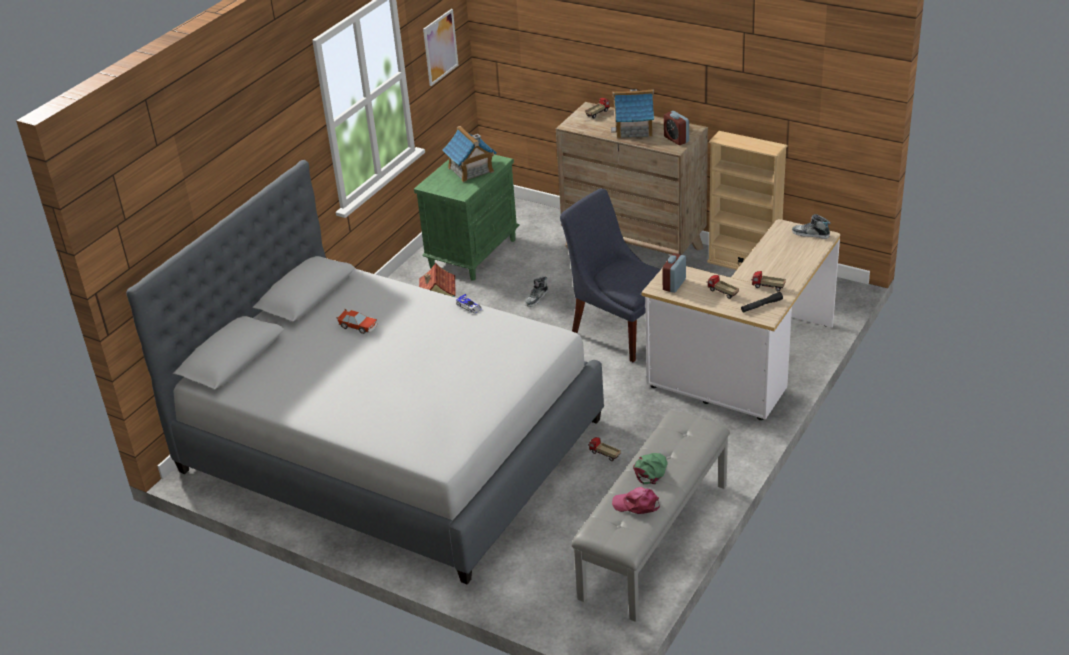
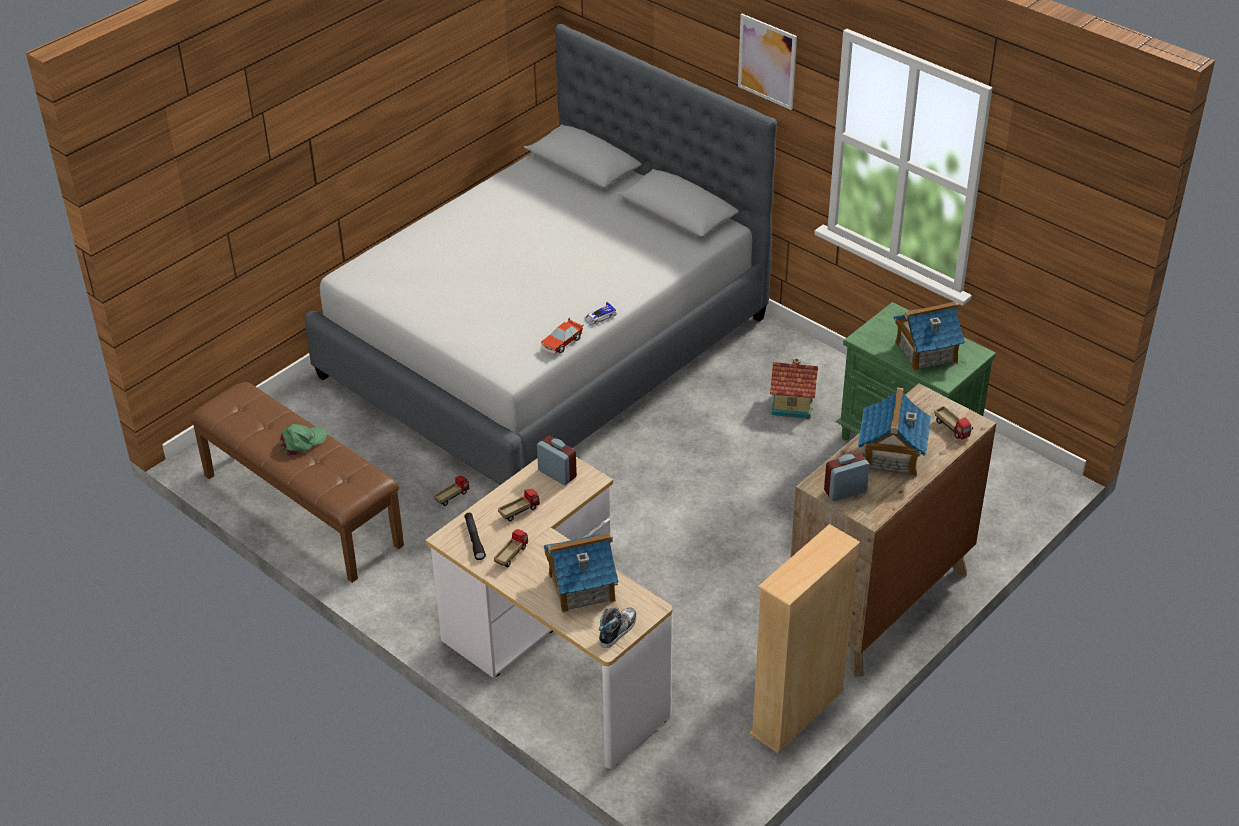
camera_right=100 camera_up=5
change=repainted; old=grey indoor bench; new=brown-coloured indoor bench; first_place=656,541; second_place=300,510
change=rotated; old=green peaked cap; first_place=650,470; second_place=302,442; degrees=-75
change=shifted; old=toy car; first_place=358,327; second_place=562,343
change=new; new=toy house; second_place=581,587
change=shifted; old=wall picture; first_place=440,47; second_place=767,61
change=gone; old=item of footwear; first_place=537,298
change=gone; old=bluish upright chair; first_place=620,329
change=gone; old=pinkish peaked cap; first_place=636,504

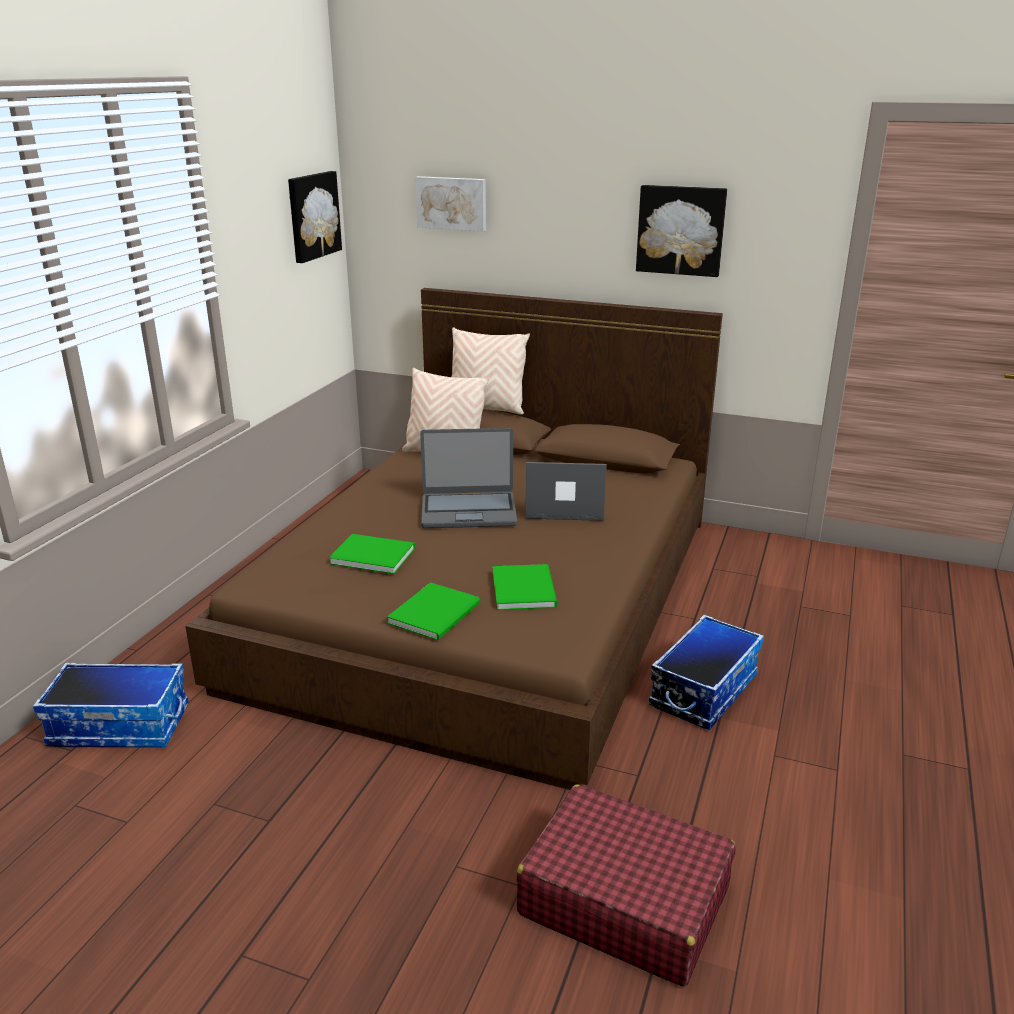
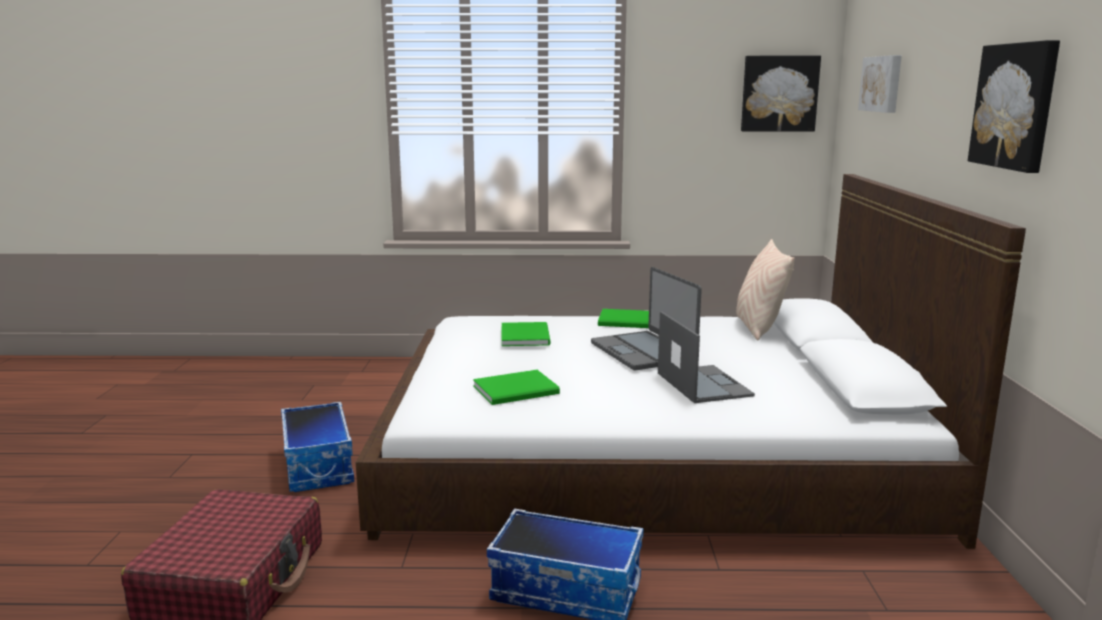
camera_right=70 camera_up=-10
change=shifted; old=storage container; first_place=121,725; second_place=319,466
change=repainted; old=brown-coloured sleeping bed; new=white sleeping bed; first_place=489,596; second_place=647,450
change=shifted; old=green volume; first_place=437,613; second_place=629,321
change=gone; old=beige-coloured cushion; first_place=486,409

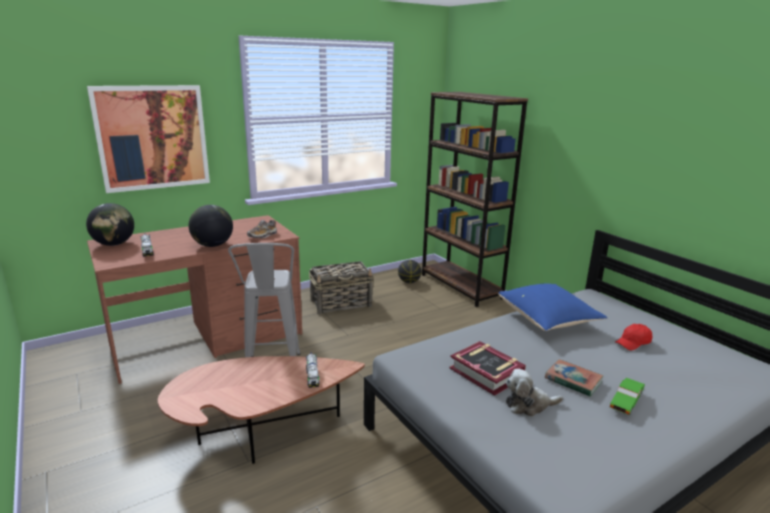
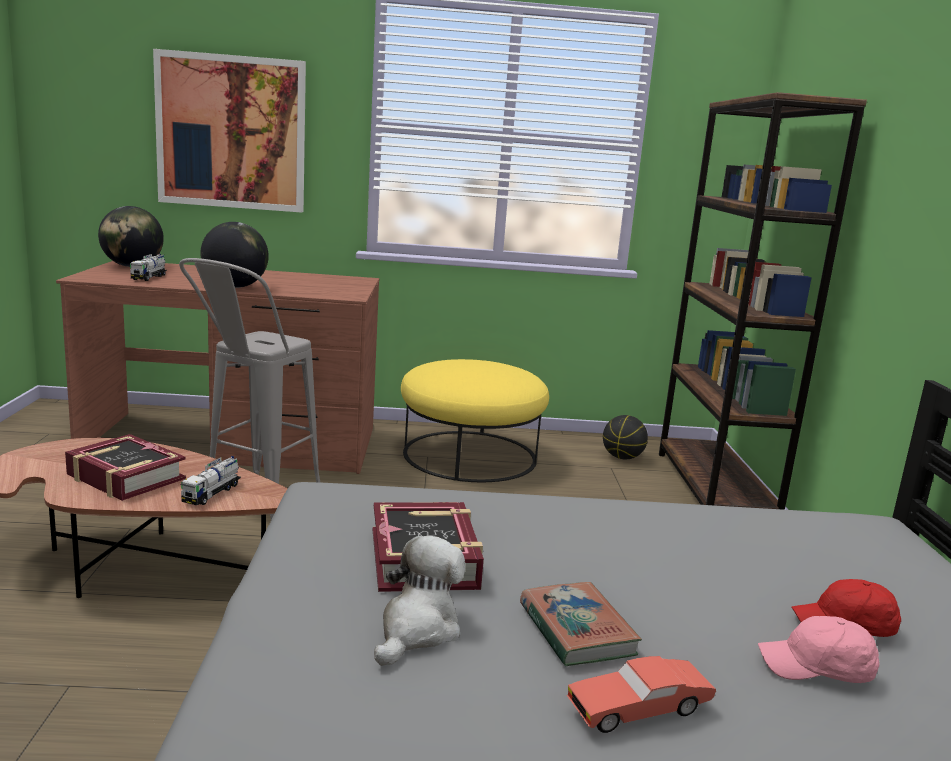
camera_right=30 camera_up=-5
change=new; new=volume; second_place=125,477
change=rotated; old=soft toy; first_place=528,405; second_place=417,630; degrees=90
change=swapped; old=basket; new=yellow-coloured footrest; first_place=341,303; second_place=470,455
change=repainted; old=green toy car; new=red toy car; first_place=626,401; second_place=639,709
change=new; new=pinkish peaked cap; second_place=817,668
change=gone; old=item of footwear; first_place=262,235
change=gone; old=bluish cushion; first_place=548,320

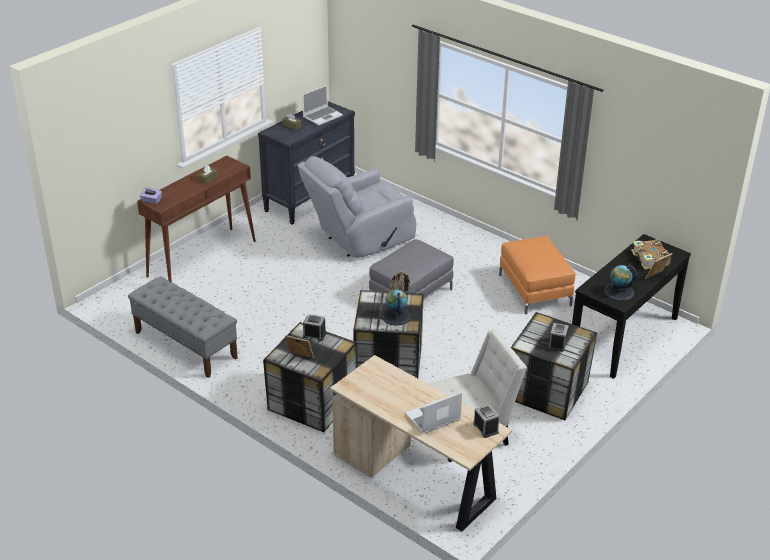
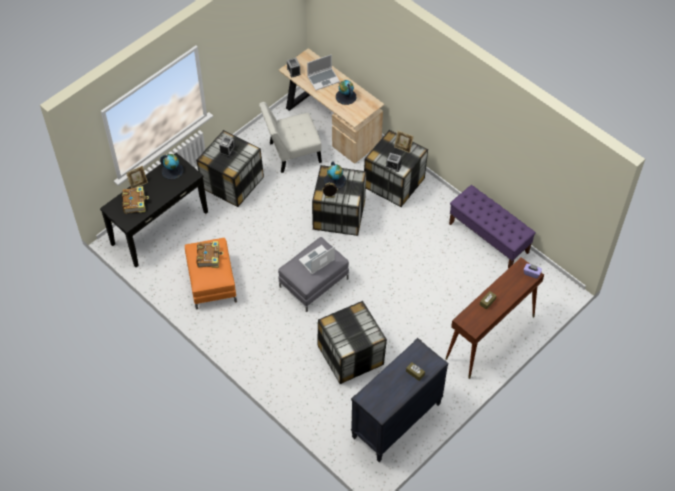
camera_right=-175 camera_up=20
change=new; new=volume; second_place=209,257
change=shifted; old=portable computer; first_place=322,116; second_place=316,261
change=swapped; old=grey armchair; new=storage container; first_place=359,240; second_place=351,355
change=new; new=desk globe; second_place=345,97
change=repainted; old=grey indoor bench; new=purple indoor bench; first_place=185,345; second_place=489,238

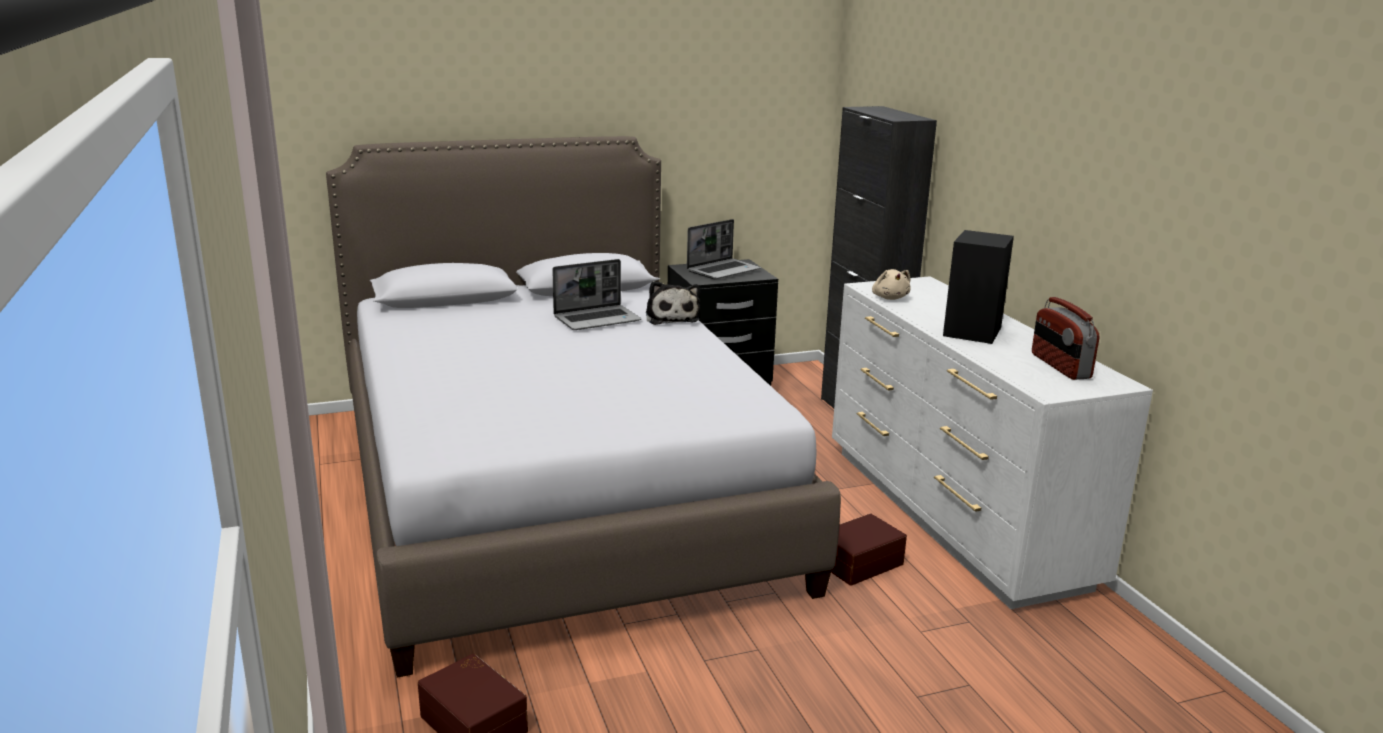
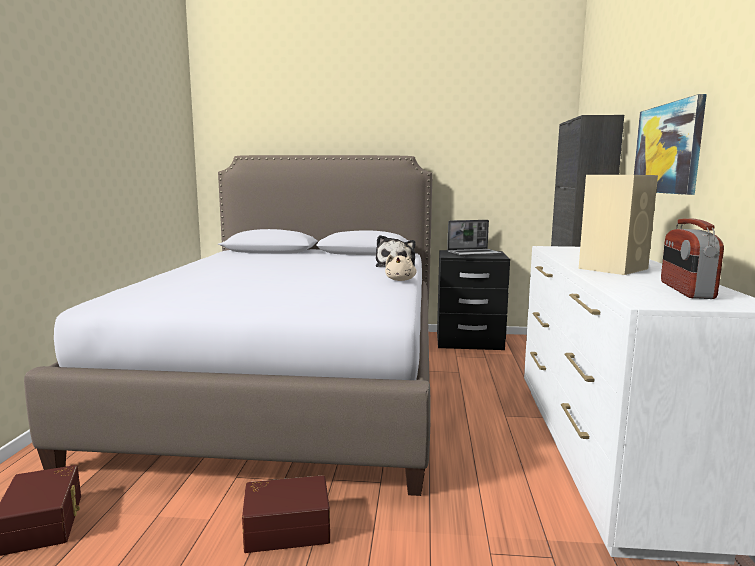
camera_right=25 camera_up=-10
change=shifted; old=brown-coloured storage container; first_place=858,562; second_place=287,527
change=shifted; old=beige-coloured soft toy; first_place=889,298; second_place=400,280
change=repainted; old=blackish loudspeaker; new=beige-coloured loudspeaker; first_place=972,331; second_place=614,268
change=new; new=wall picture; second_place=668,149
change=gone; old=portable computer; first_place=597,319

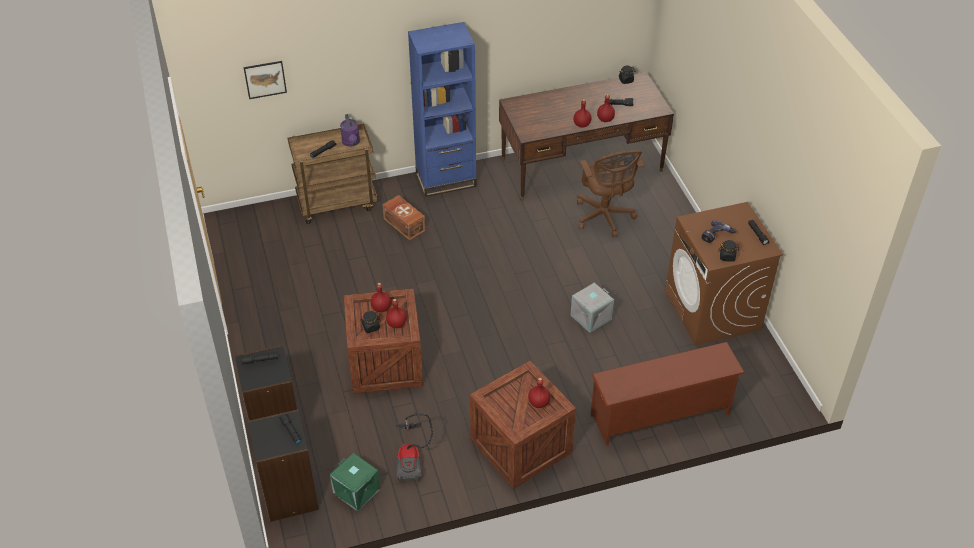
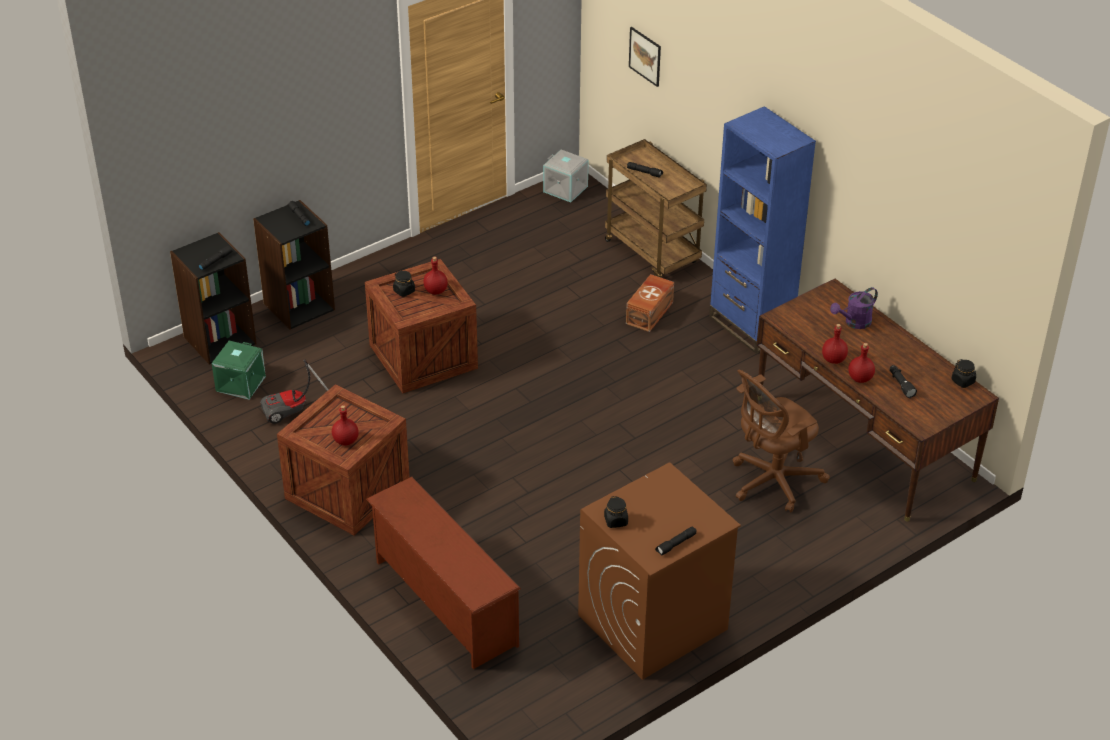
camera_right=70 camera_up=-5
change=shifted; old=grey storage container; first_place=590,316; second_place=566,189
change=shifted; old=purple watering can; first_place=351,143; second_place=854,323
change=gone; old=red bottle; first_place=396,324
change=gone; old=power drill; first_place=717,236

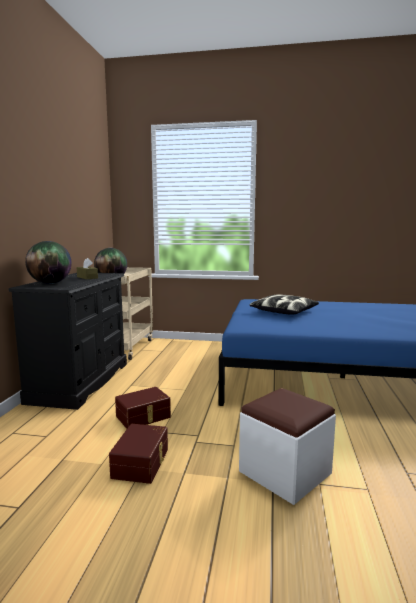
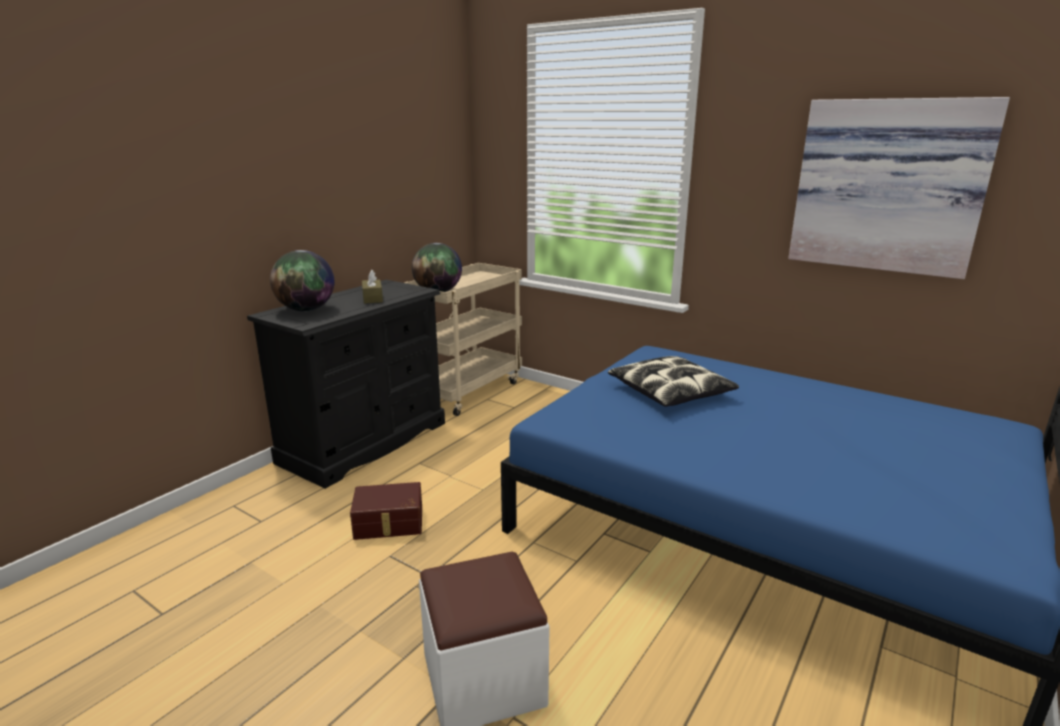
camera_right=25 camera_up=10
change=new; new=wall picture; second_place=888,186
change=gone; old=brown-coloured storage container; first_place=142,463

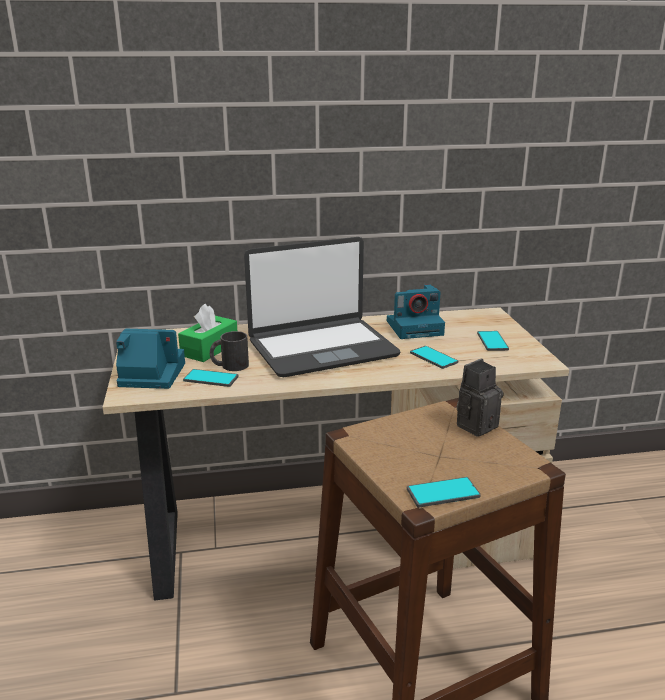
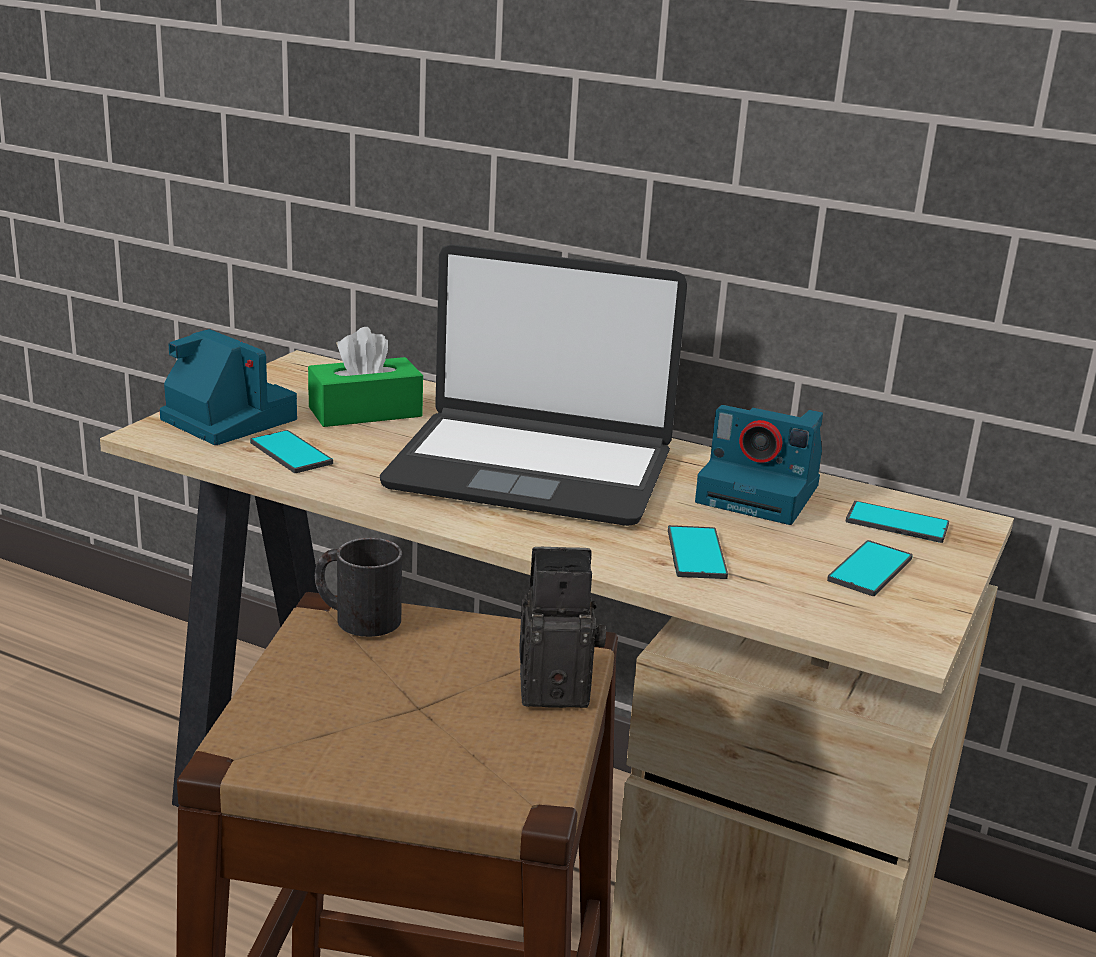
camera_right=35 camera_up=0
change=shifted; old=blackish tea mug; first_place=229,366; second_place=356,617
change=shifted; old=telephone; first_place=443,493; second_place=896,523

